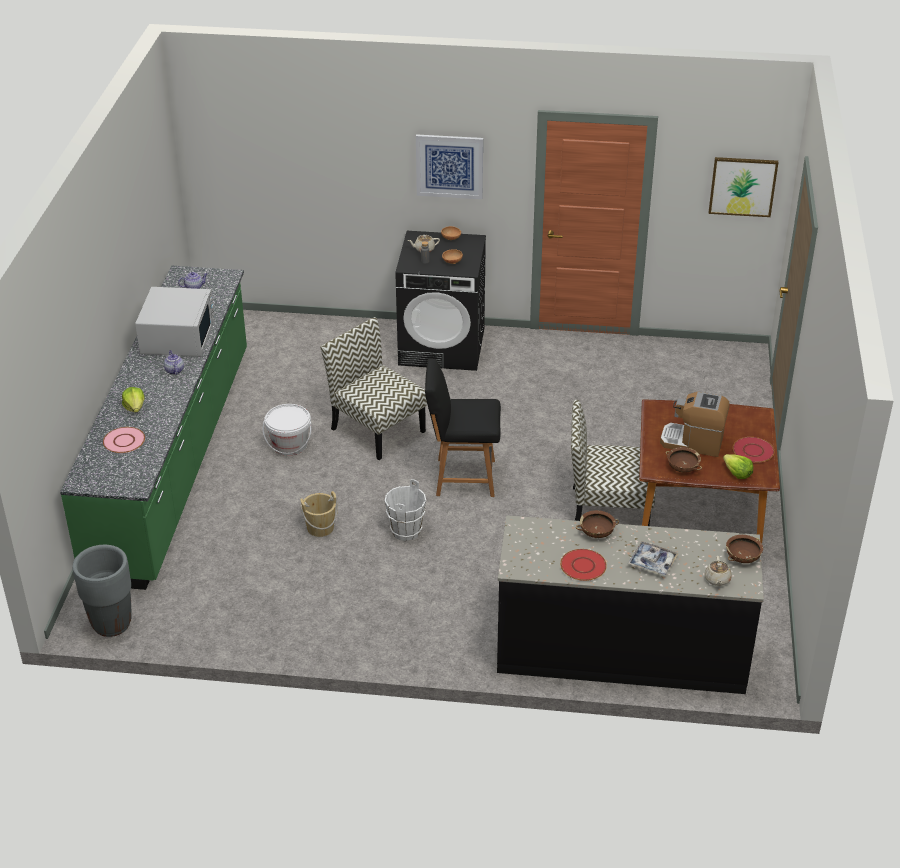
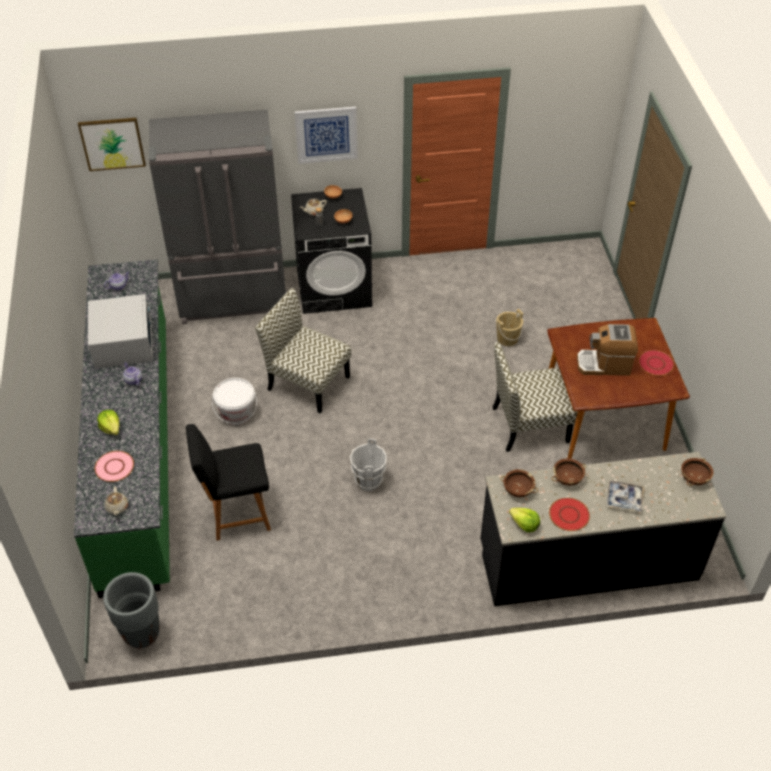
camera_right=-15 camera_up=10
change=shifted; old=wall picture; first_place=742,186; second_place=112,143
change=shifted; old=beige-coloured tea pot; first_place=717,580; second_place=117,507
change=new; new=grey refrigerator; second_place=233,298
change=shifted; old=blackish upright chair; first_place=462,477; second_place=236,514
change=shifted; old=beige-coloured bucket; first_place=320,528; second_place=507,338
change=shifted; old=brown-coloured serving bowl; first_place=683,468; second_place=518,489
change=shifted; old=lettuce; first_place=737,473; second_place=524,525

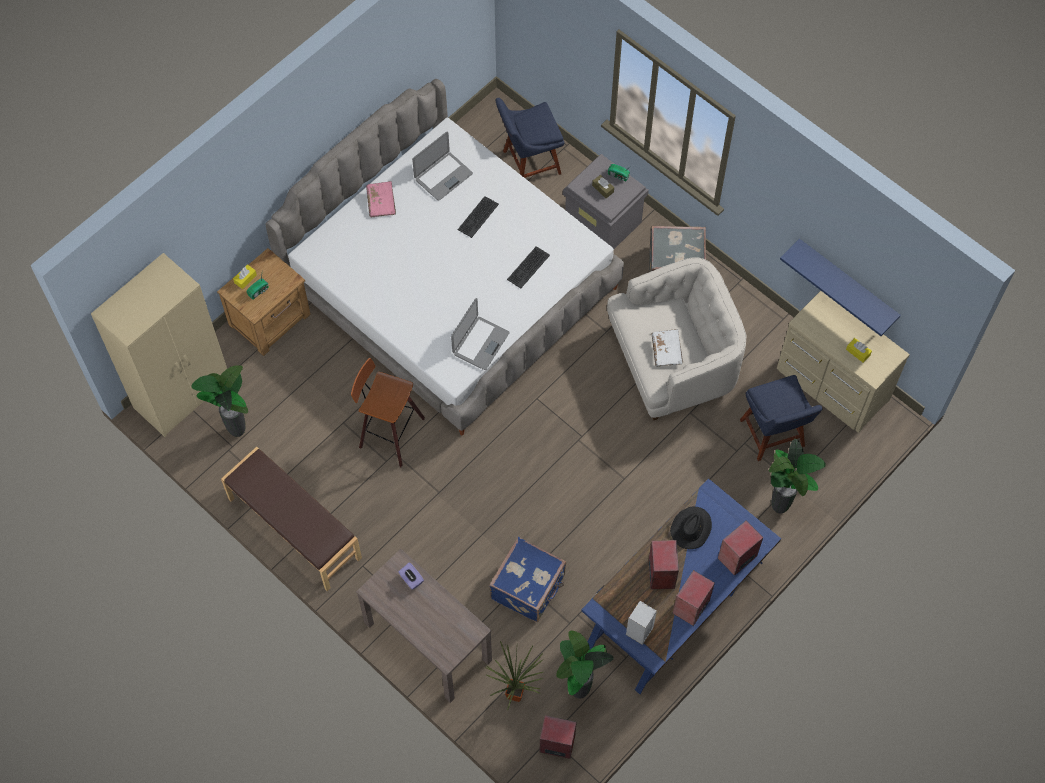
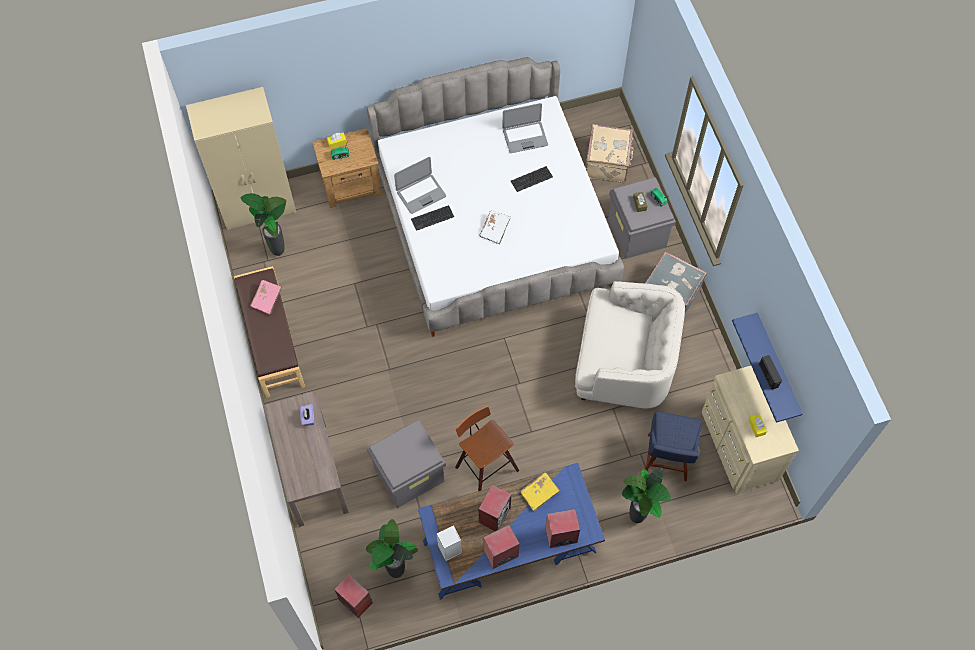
camera_right=30 camera_up=0
change=shifted; old=pinkish volume; first_place=381,203; second_place=267,299
change=swapped; old=bluish piece of luggage; new=grey storage container; first_place=529,587; second_place=409,474
change=shifted; old=portable computer; first_place=480,343; second_place=421,194
change=shifted; old=computer keyboard; first_place=528,267; second_place=432,217
change=shifted; old=stool seat; first_place=389,434; second_place=484,468
change=shifted; old=white volume; first_place=666,351; second_place=495,229
change=swapped; old=blackish hat; new=yellow-coloured volume; first_place=691,528; second_place=539,493
change=swapped; old=bluish upright chair; new=beige-coloured piece of luggage; first_place=528,163; second_place=608,162
change=new; new=radio; second_place=768,375
change=gone; old=plant in a pot; first_place=516,692

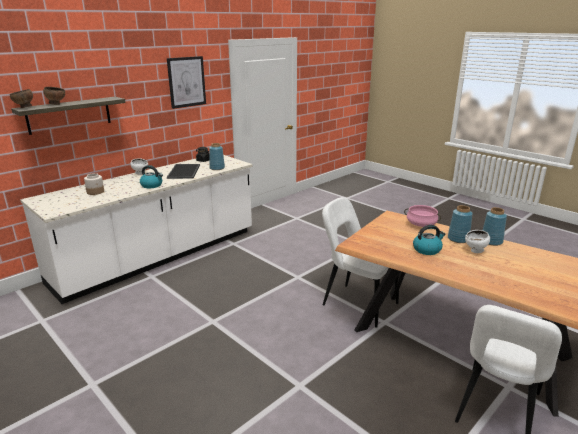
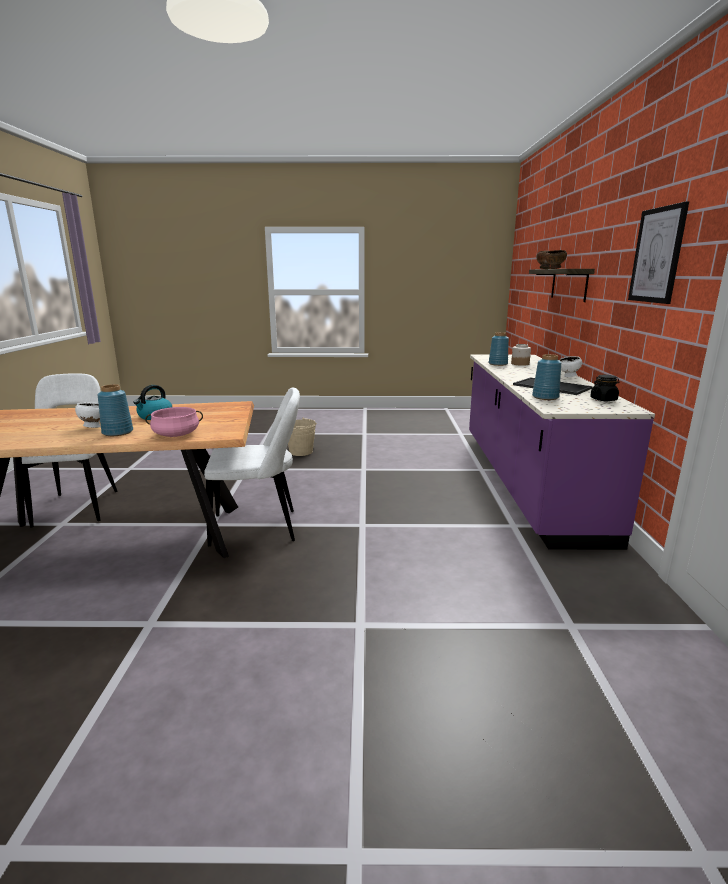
camera_right=135 camera_up=-5
change=new; new=beige-coloured bucket; second_place=301,452
change=repainted; old=white counter; new=purple counter; first_place=159,256; second_place=526,481
change=shifted; old=bluish vase; first_place=491,241; second_place=498,364
change=gone; old=water kettle; first_place=152,185

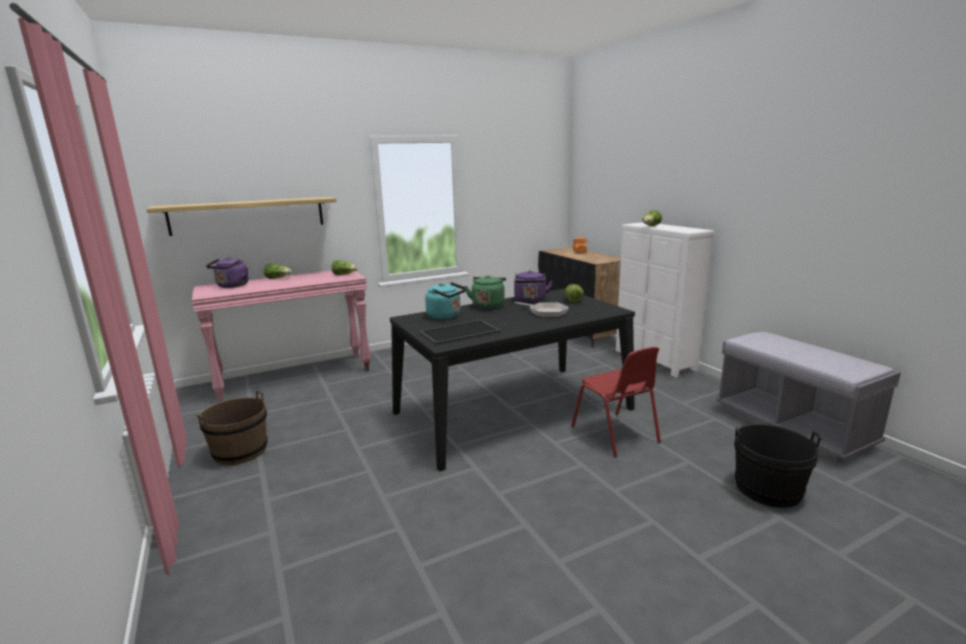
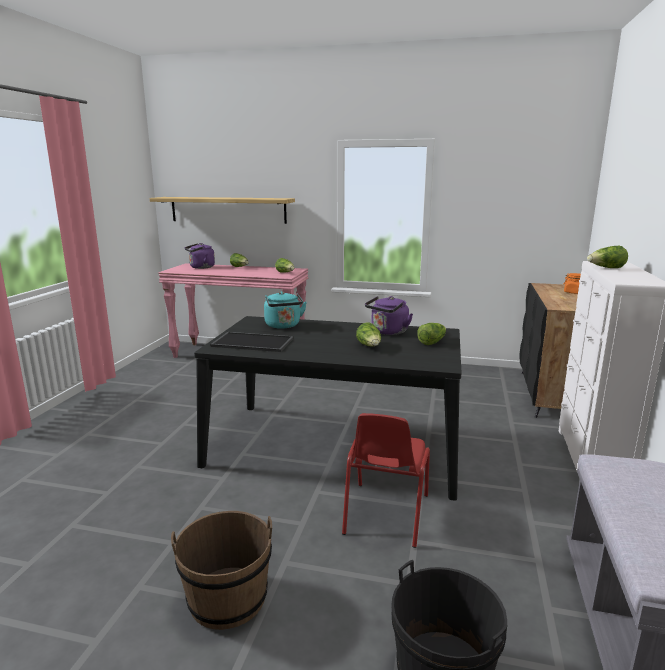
camera_right=40 camera_up=0
change=shifted; old=brown-coloured bucket; first_place=240,451; second_place=227,598
change=swapped; old=skillet; new=lettuce; first_place=546,312; second_place=369,346
change=gone; old=green water kettle; first_place=488,305

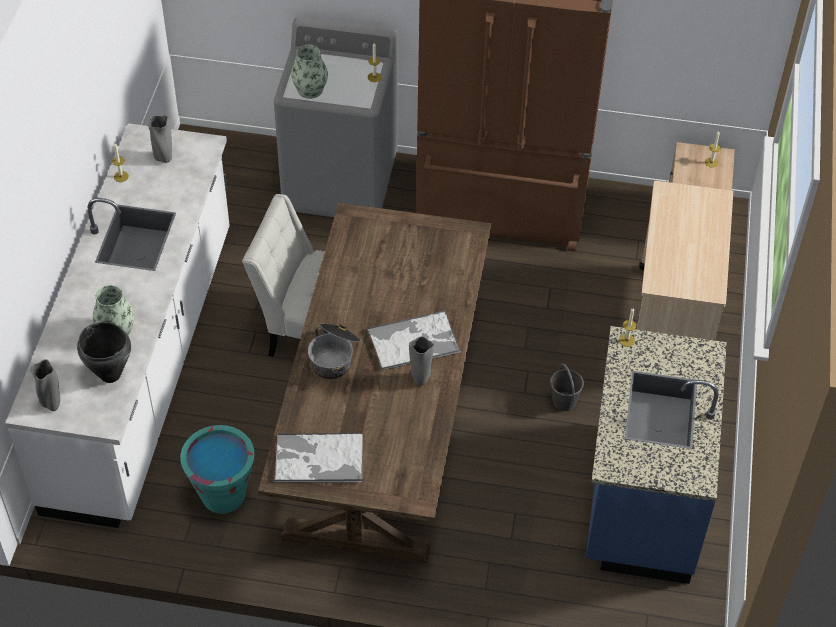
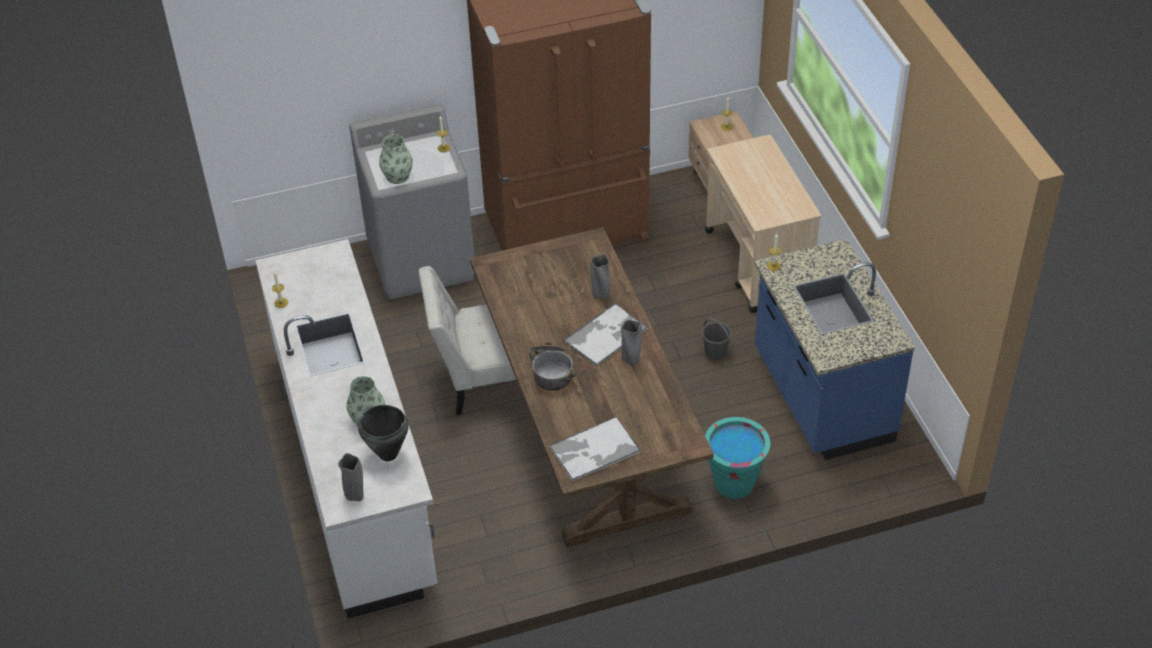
camera_right=-25 camera_up=-5
change=shifted; old=grey vase; first_place=163,158; second_place=600,295
change=shifted; old=turquoise bucket; first_place=223,495; second_place=734,483

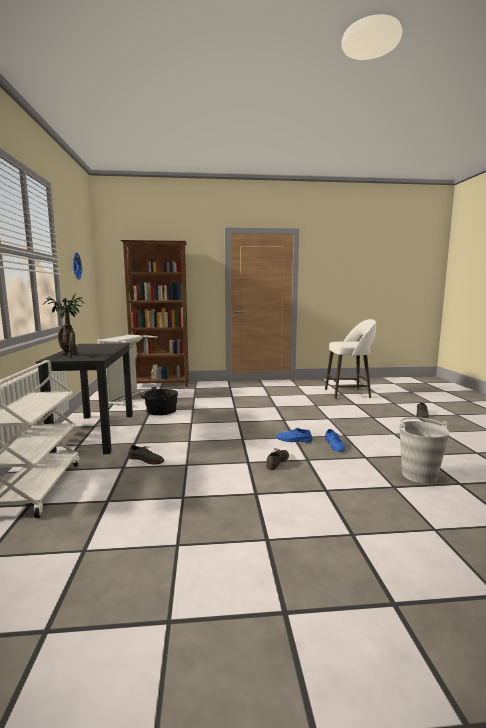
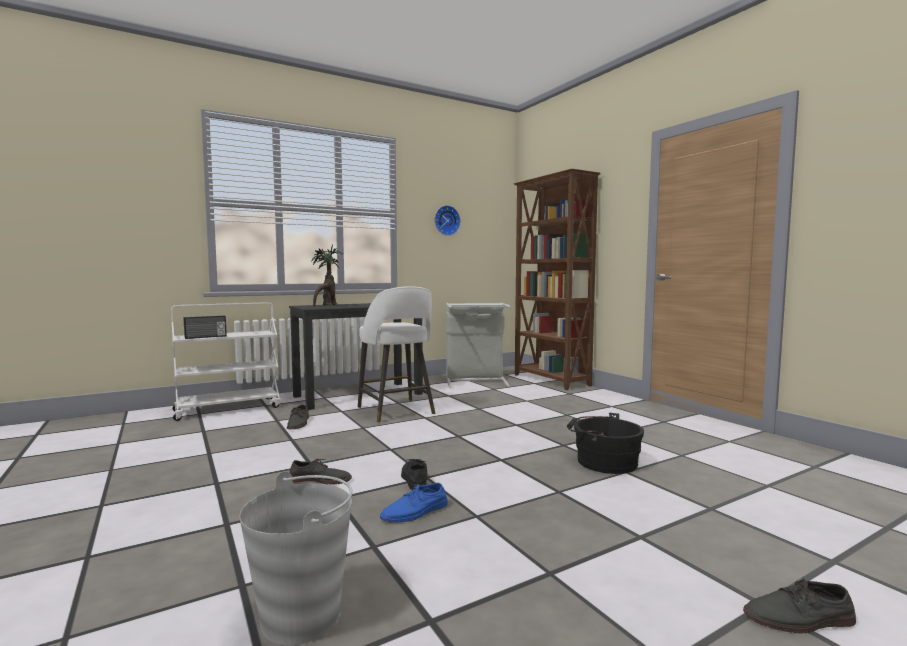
camera_right=65 camera_up=-5
change=new; new=radio; second_place=205,337
change=shifted; old=white stool seat; first_place=348,393; second_place=396,411
change=repainted; old=bluish item of footwear; new=blackish item of footwear; first_place=294,440; second_place=414,478
change=shifted; old=blackish bucket; first_place=159,411; second_place=603,461

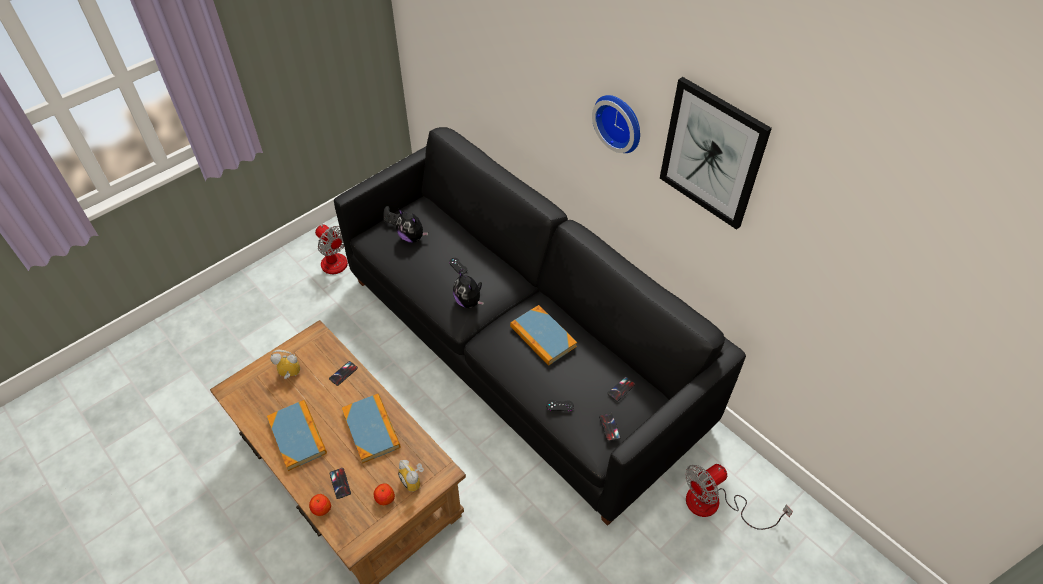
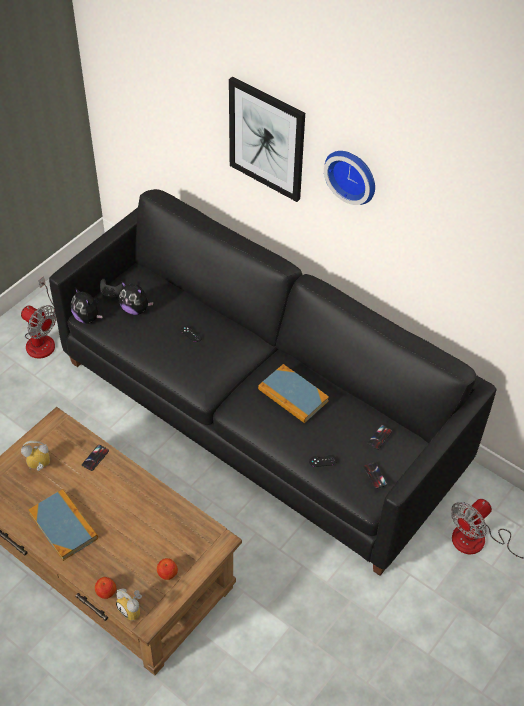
camera_right=-10 camera_up=0
change=shifted; old=soft toy; first_place=469,302; second_place=88,318
change=shifted; old=alarm clock; first_place=414,481; second_place=133,609
change=shifted; old=wall picture; first_place=712,154; second_place=267,139
change=gone; old=telephone; first_place=340,483
change=gone; old=volume; first_place=371,429

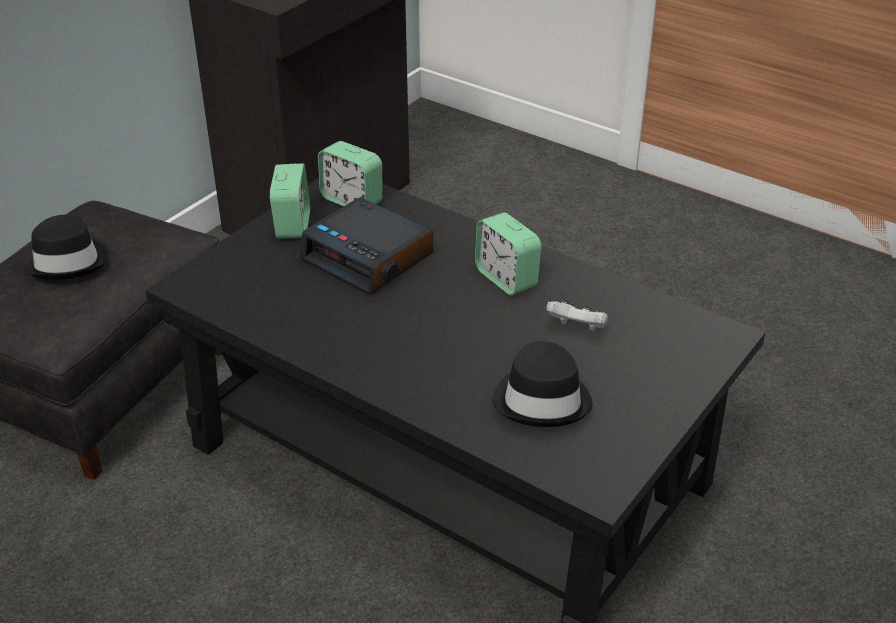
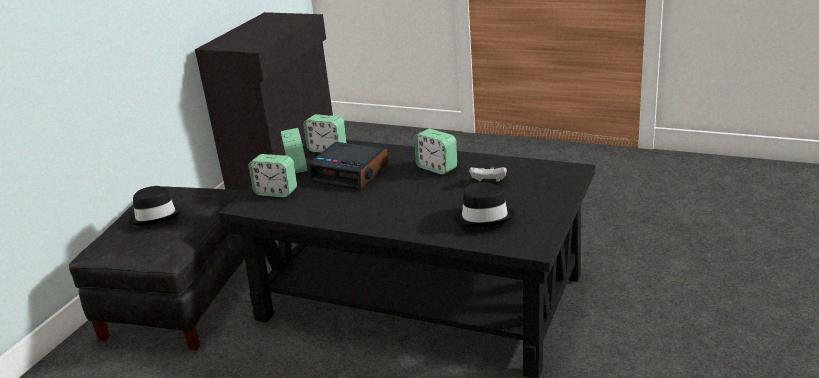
camera_right=-10 camera_up=-10
change=new; new=alarm clock; second_place=276,192

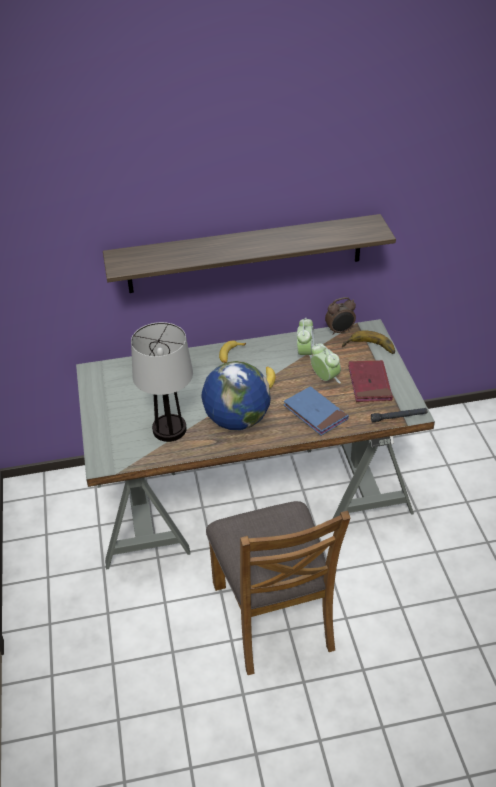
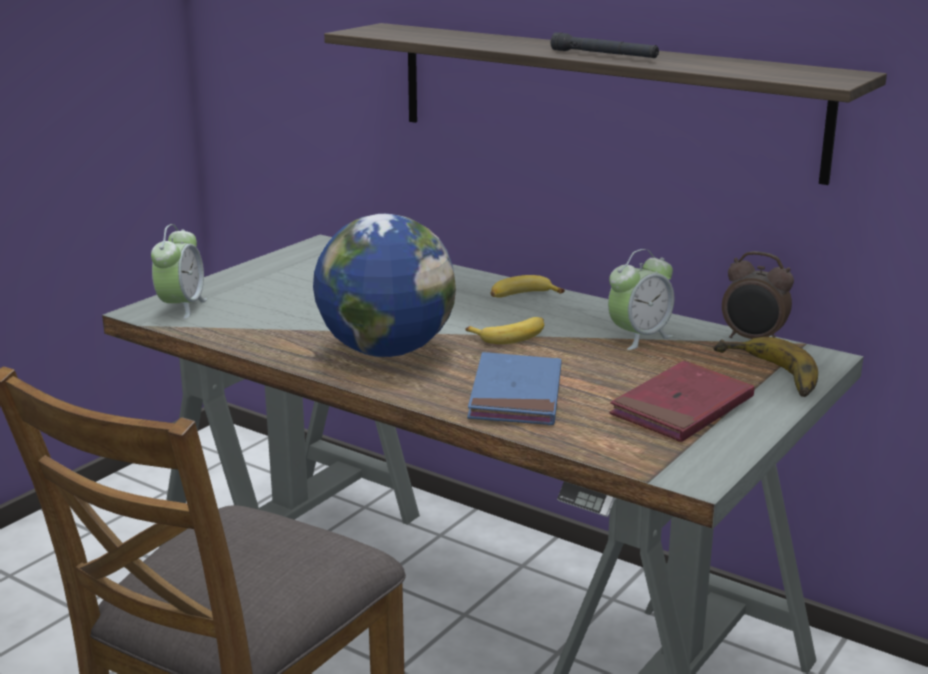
camera_right=45 camera_up=-20
change=shifted; old=alarm clock; first_place=325,378; second_place=181,307
change=shifted; old=blackish torch; first_place=399,417; second_place=604,55
change=gone; old=lamp for a table; first_place=169,430

